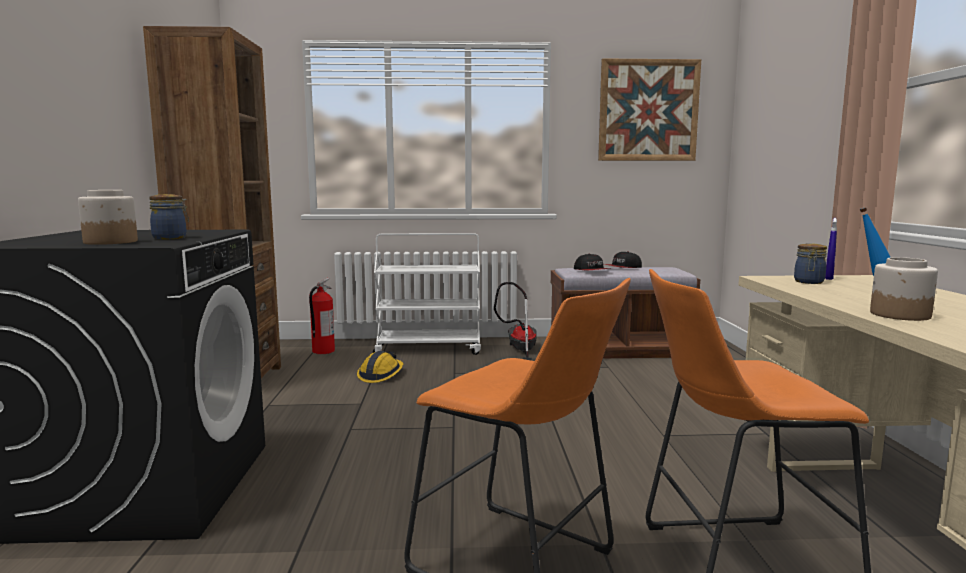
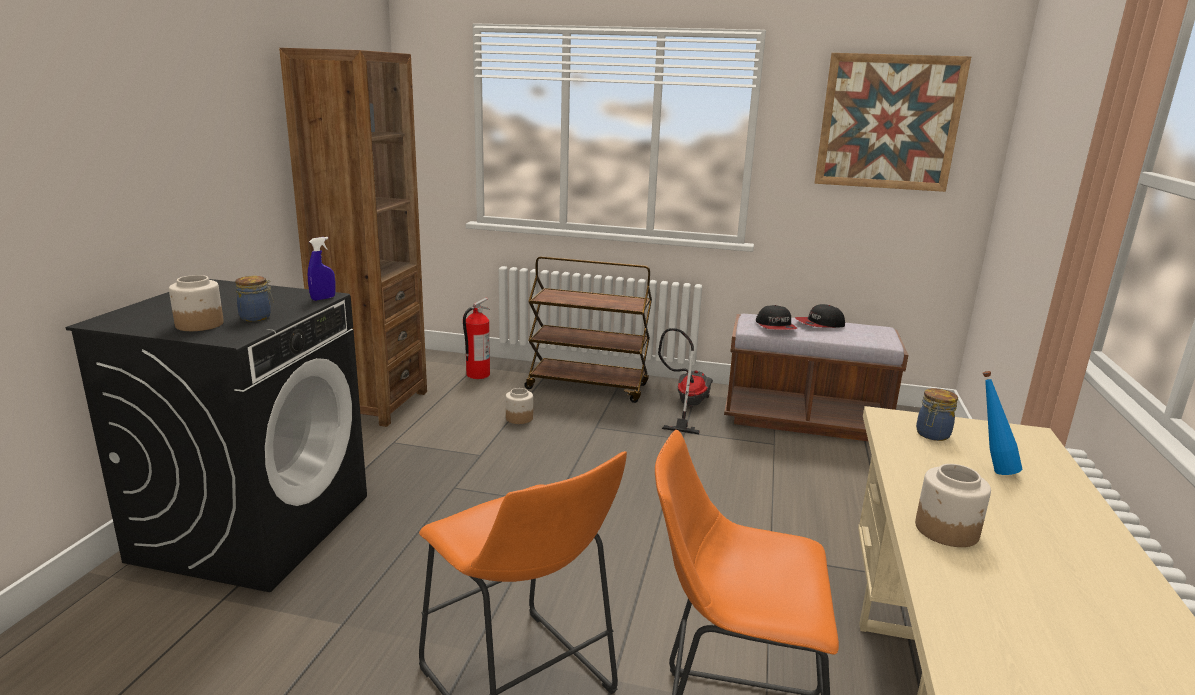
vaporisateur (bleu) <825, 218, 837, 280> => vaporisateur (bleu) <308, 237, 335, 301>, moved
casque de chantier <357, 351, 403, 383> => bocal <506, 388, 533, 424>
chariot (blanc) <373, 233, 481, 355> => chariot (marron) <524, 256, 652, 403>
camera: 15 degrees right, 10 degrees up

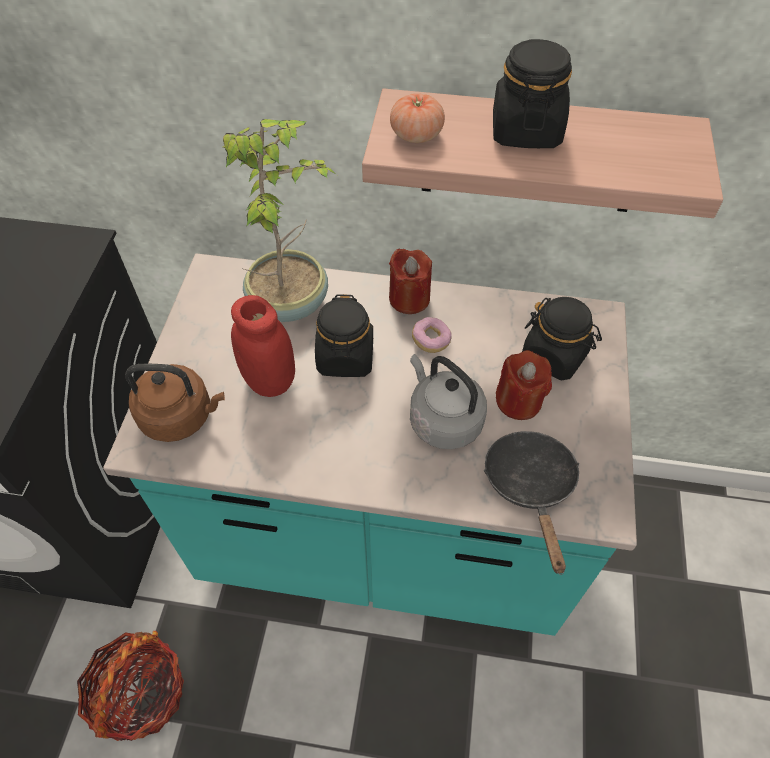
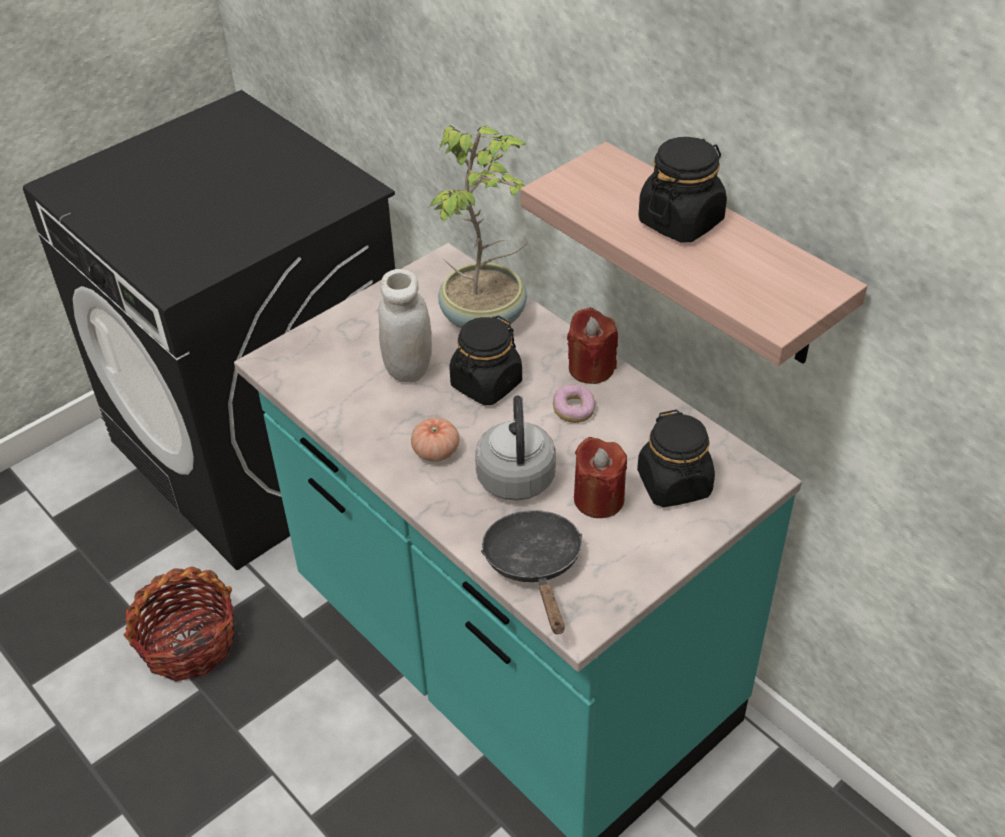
bocal (rouge) <231, 295, 295, 397> => bocal (blanc) <378, 269, 432, 382>
tomate <390, 93, 445, 143> => tomate <411, 418, 459, 462>, moved
poêle (noir) <484, 431, 579, 575> => poêle (noir) <481, 510, 583, 634>, 45 degrees counterclockwise
bouilloire (marron) <125, 364, 225, 442> => nothing
camera: 40 degrees right, 10 degrees down

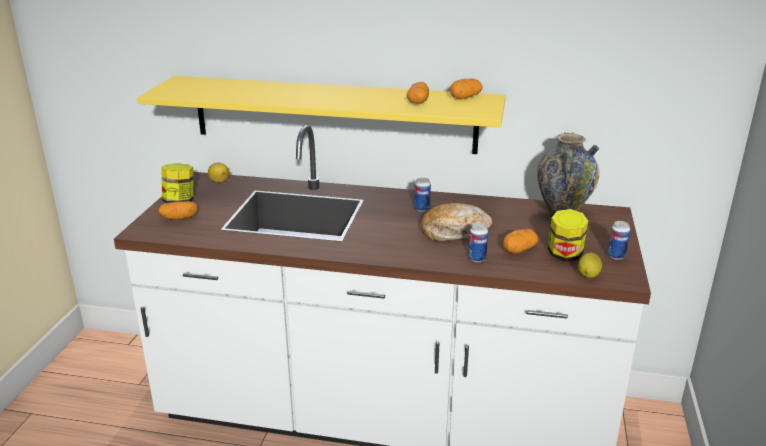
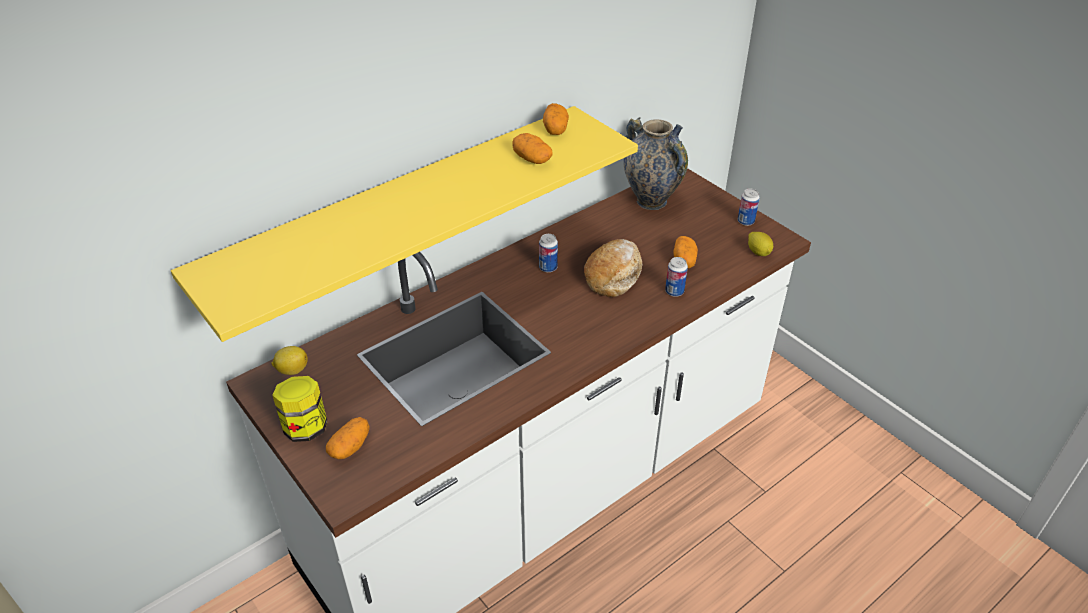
bocal <548, 209, 588, 262> => nothing
camera: 50 degrees left, 15 degrees up

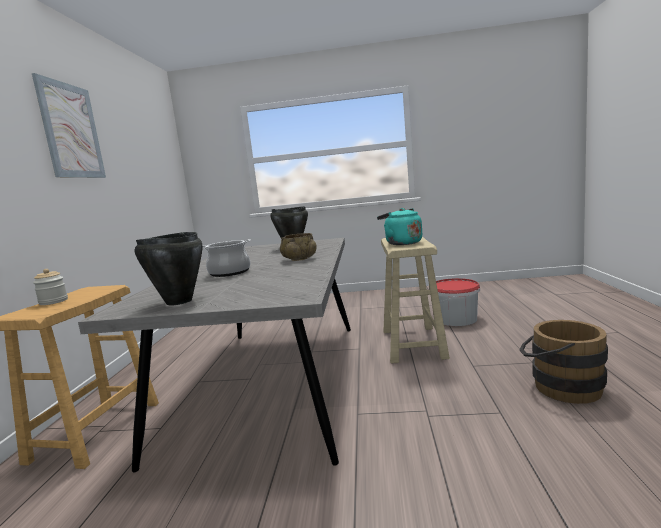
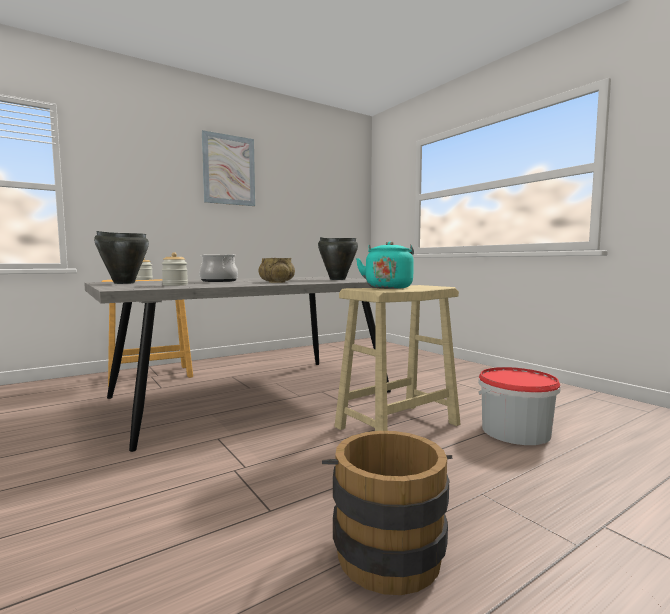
nothing => bocal <161, 252, 188, 286>
camera: 50 degrees right, 5 degrees down

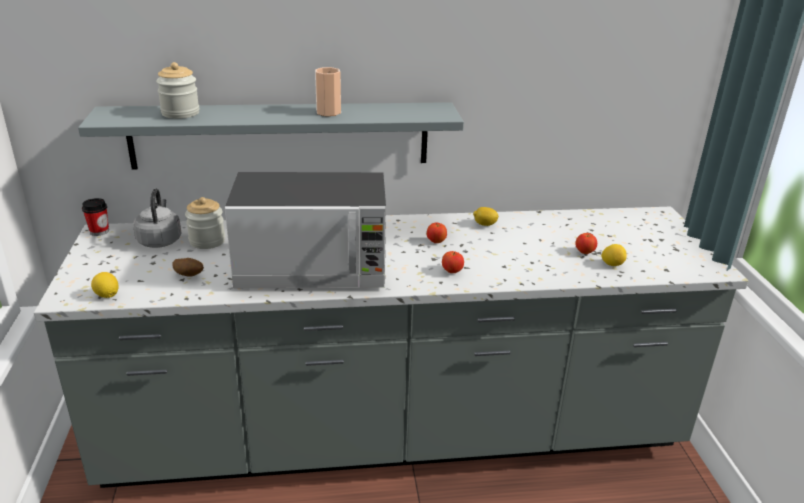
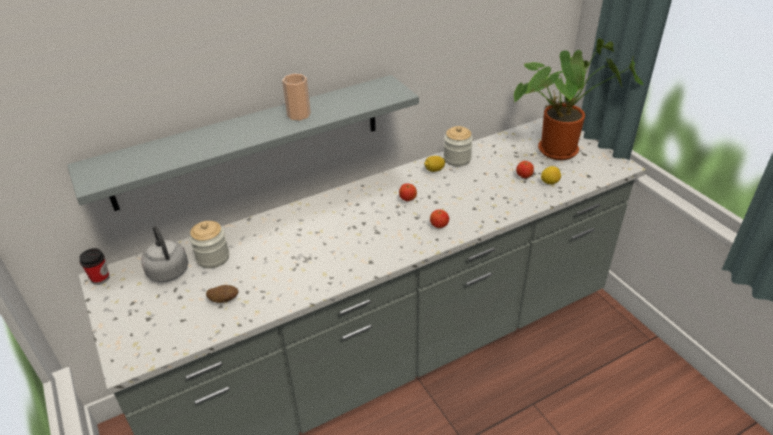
bocal <156, 62, 200, 119> => bocal <443, 126, 473, 166>, moved
nothing => plante en pot <514, 39, 643, 160>
citron <91, 272, 119, 298> => nothing
micro-ondes <225, 172, 386, 288> => nothing
camera: 20 degrees left, 10 degrees up

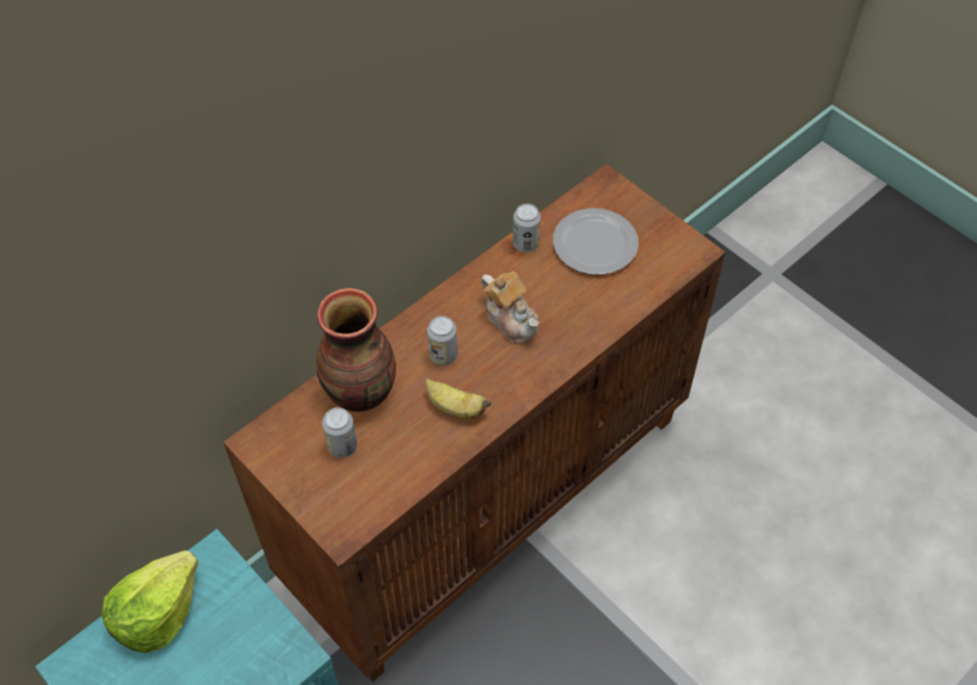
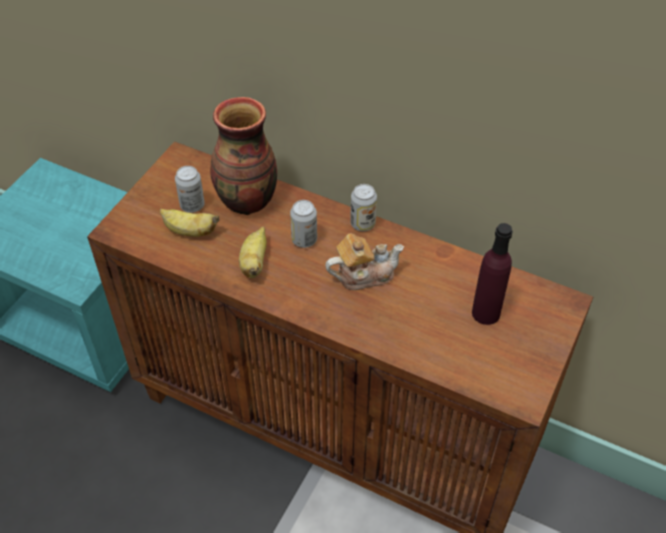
nothing => banane <160, 208, 219, 237>
théière <481, 272, 539, 344> => théière <325, 233, 404, 290>, 135 degrees counterclockwise
boîte métallique <513, 204, 541, 253> => boîte métallique <350, 184, 377, 231>, moved
assiette <553, 208, 638, 275> => bouteille (violet) <472, 223, 513, 325>
laitue <101, 550, 199, 653> => nothing
camera: 70 degrees right, 5 degrees down

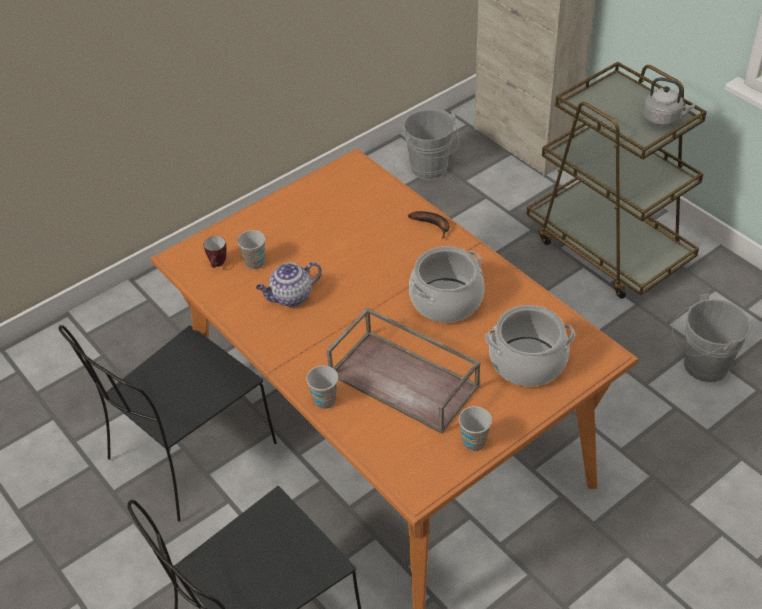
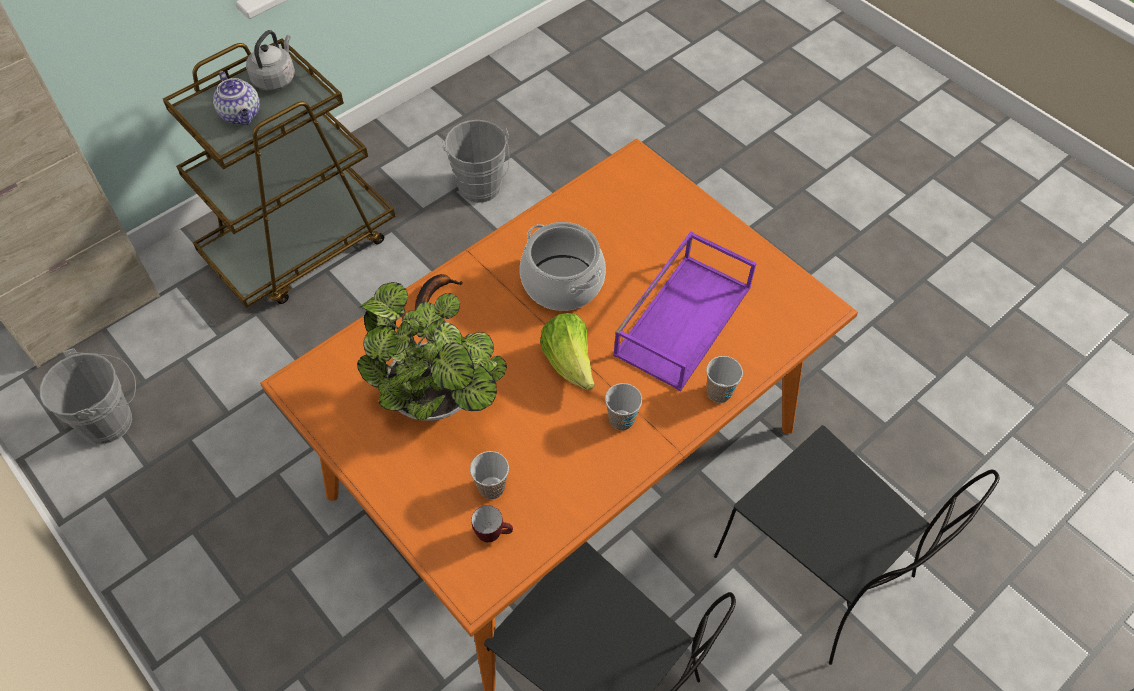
théière <256, 262, 322, 307> => théière <213, 71, 260, 125>, moved
nothing => plante en pot <357, 282, 507, 421>
nothing => laitue <540, 313, 595, 390>
tasse <458, 406, 492, 451> => tasse <605, 383, 642, 431>, moved
plateau (marron) <327, 307, 481, 434> => plateau (violet) <613, 231, 757, 392>
marmite <485, 305, 575, 387> => nothing
camera: 95 degrees left, 10 degrees up

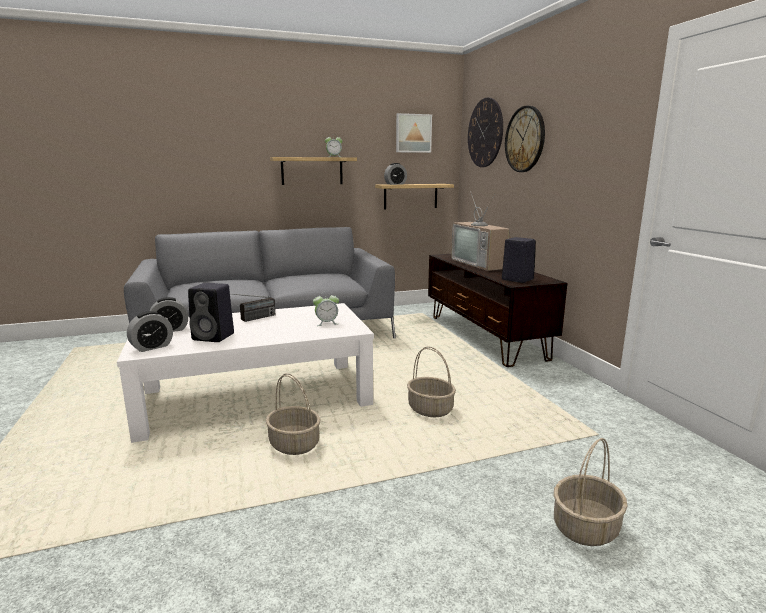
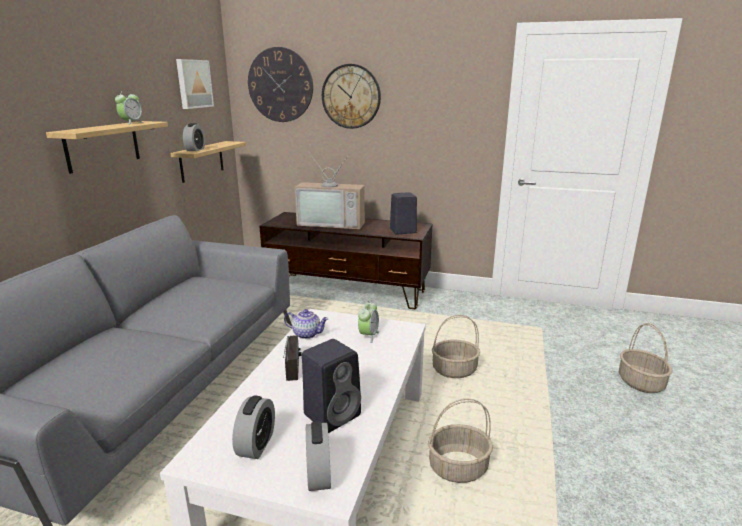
nothing => théière <284, 309, 328, 339>
camera: 55 degrees left, 5 degrees up

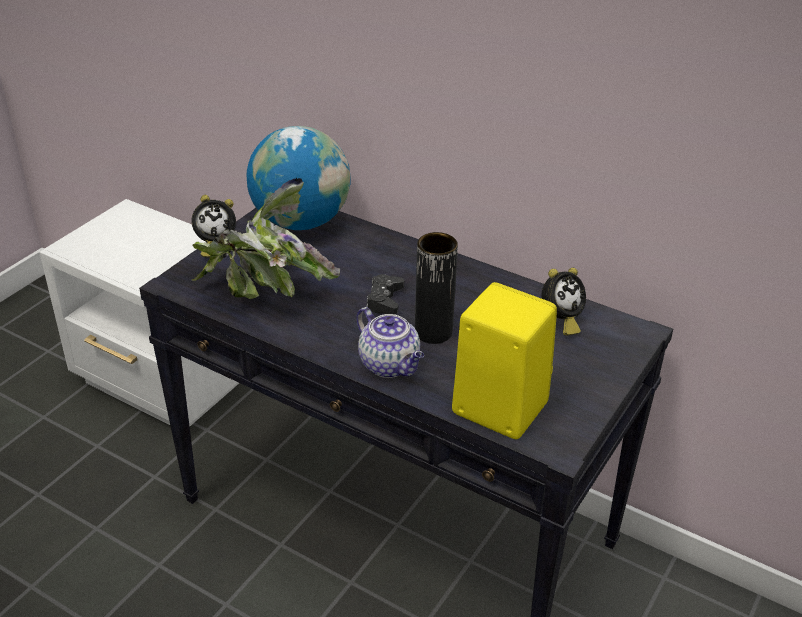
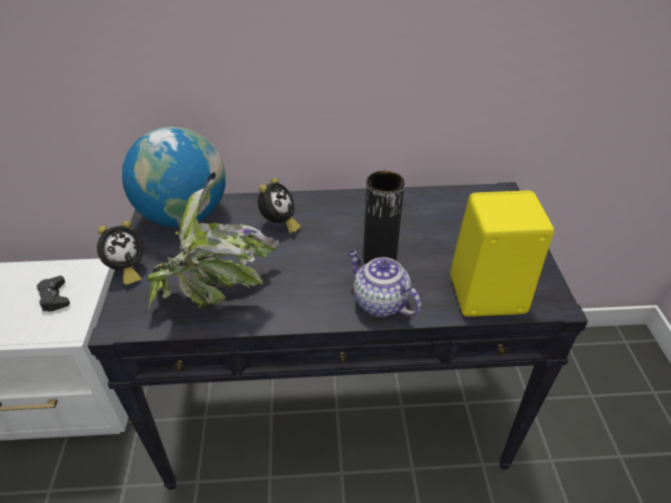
manette (noir) <366, 274, 404, 314> => manette (noir) <37, 276, 70, 312>, moved
réveil <541, 268, 586, 336> => réveil <258, 178, 301, 234>, moved
théière <357, 307, 424, 378> => théière <348, 250, 421, 317>, 150 degrees counterclockwise
camera: 35 degrees left, 5 degrees up

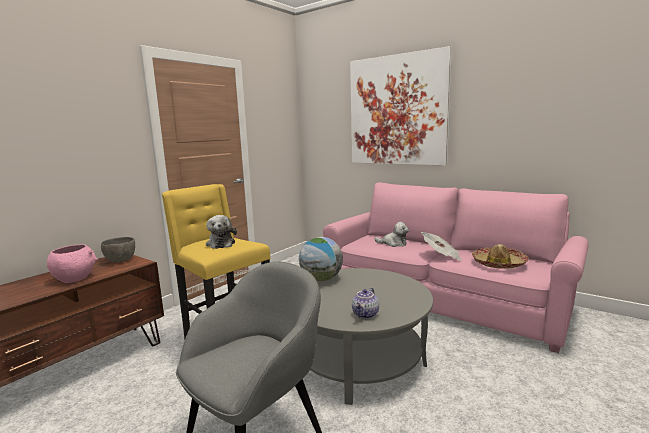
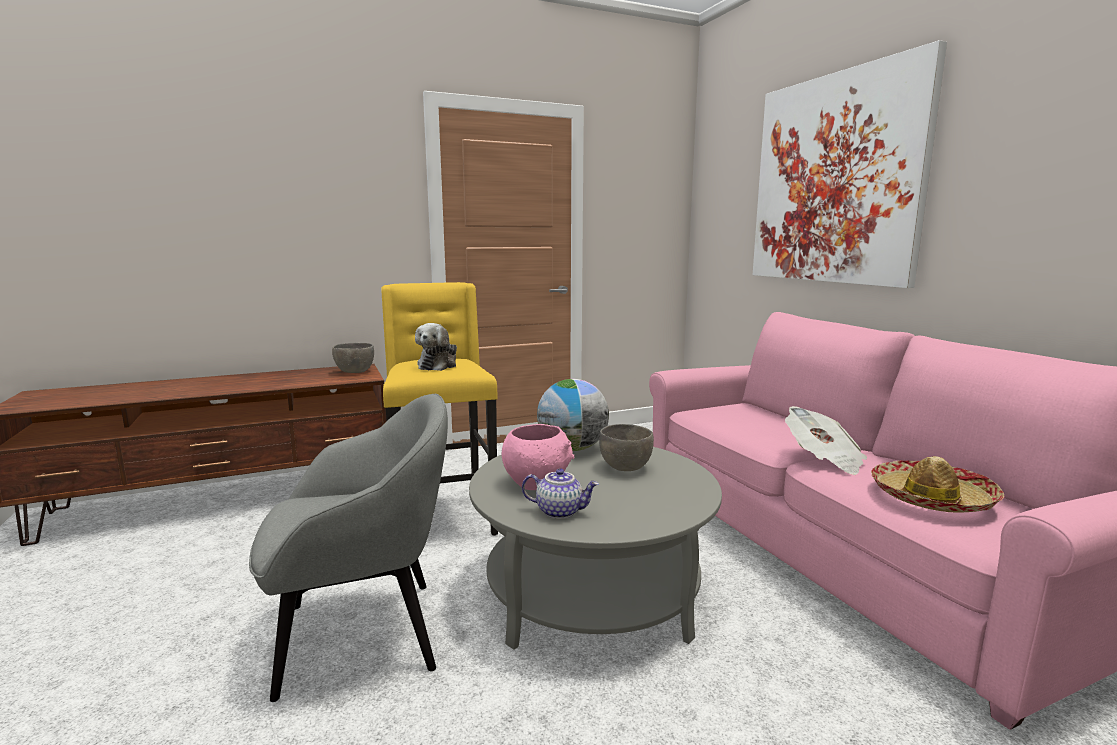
bol (rose) <47, 244, 97, 283> => bol (rose) <502, 424, 574, 490>, moved
théière <352, 288, 379, 319> => théière <522, 468, 599, 519>, 135 degrees counterclockwise
nothing => bol (gris) <599, 424, 654, 471>
peluche <374, 222, 409, 247> => nothing
camera: 30 degrees right, 0 degrees up

